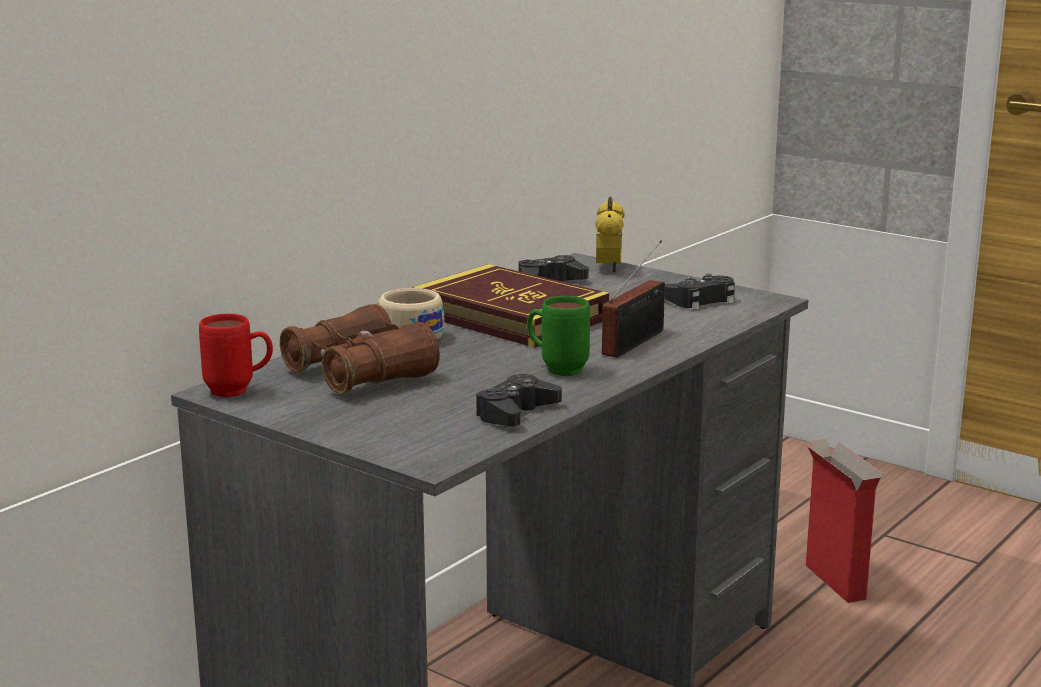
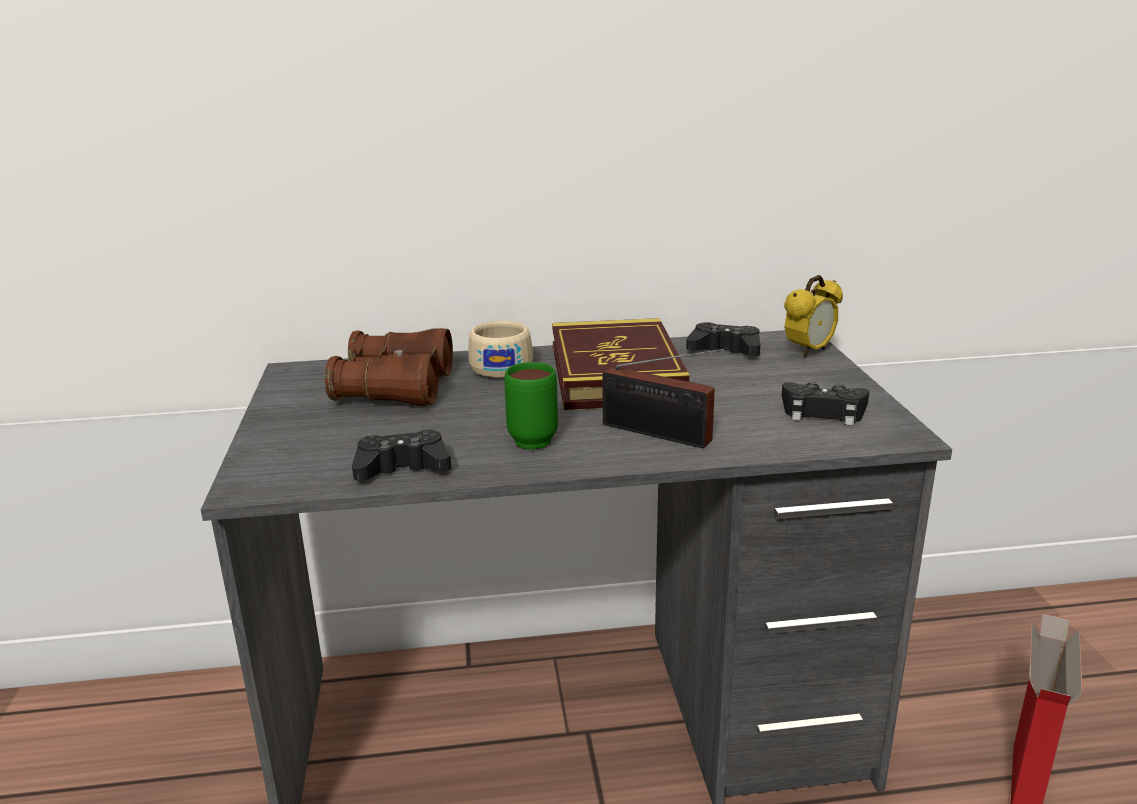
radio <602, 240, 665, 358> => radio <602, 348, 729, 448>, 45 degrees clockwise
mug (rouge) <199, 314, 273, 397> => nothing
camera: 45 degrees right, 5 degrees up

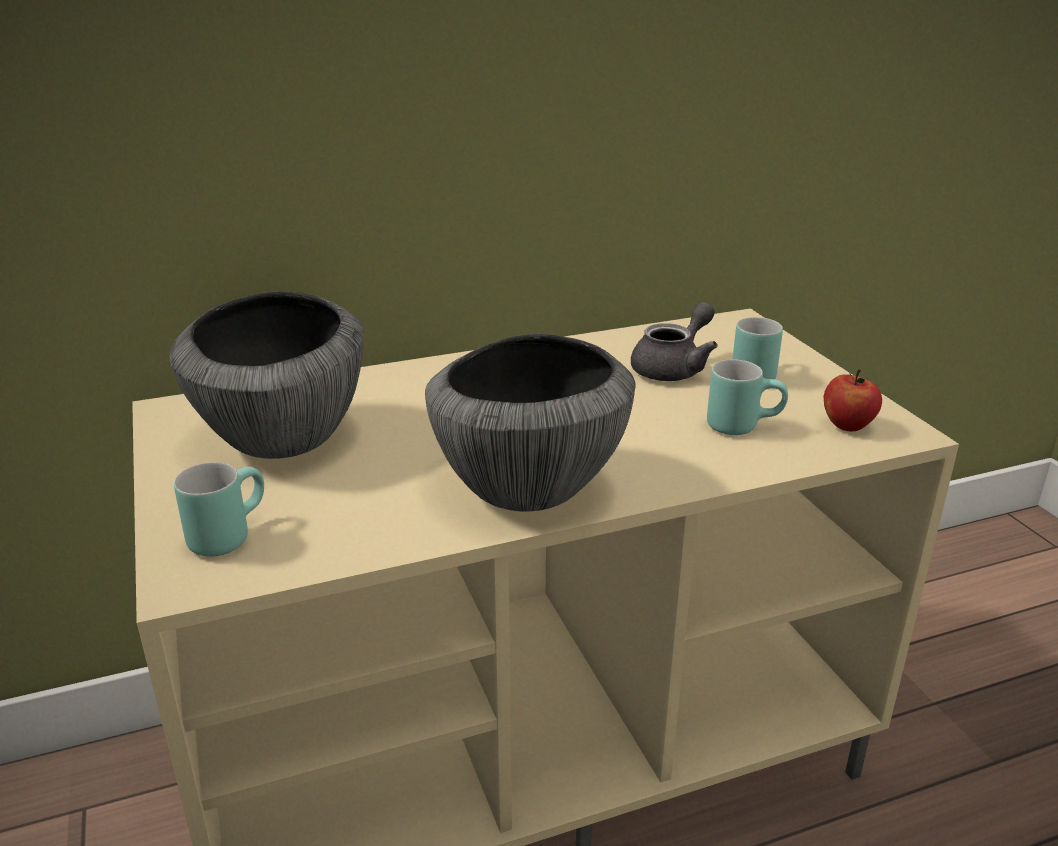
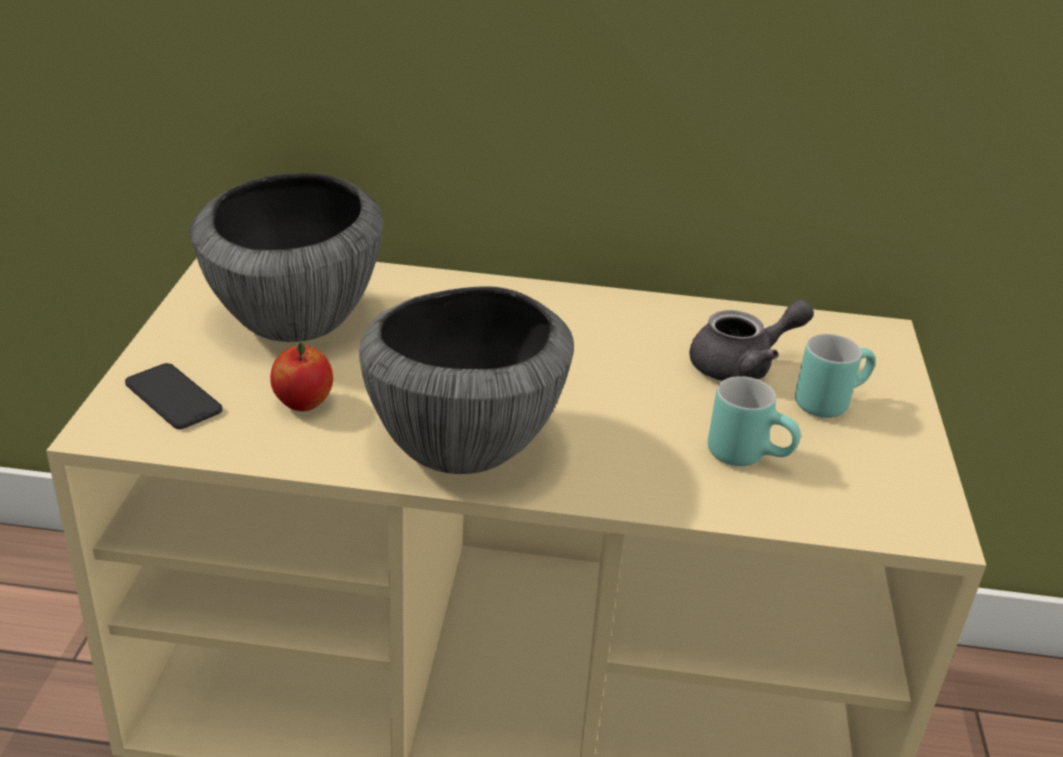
mug (turquoise) <174, 462, 264, 557> => téléphone <125, 363, 222, 429>
pomme <823, 369, 882, 431> => pomme <270, 342, 333, 411>, moved
camera: 25 degrees right, 5 degrees up

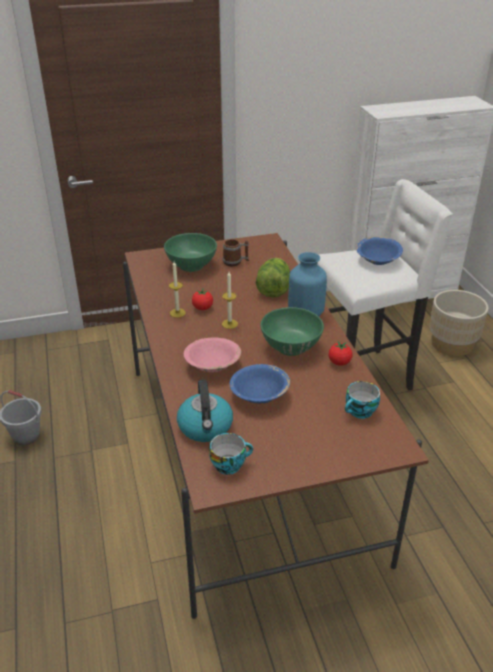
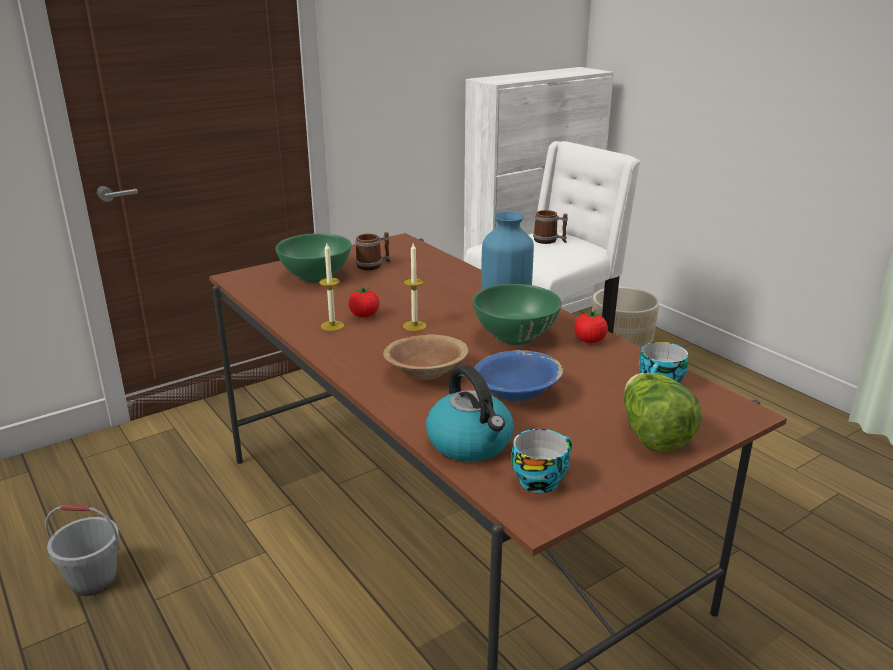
bol (rose) <184, 337, 241, 372> => bol (marron) <383, 335, 468, 380>
bol (bleu) <356, 236, 403, 265> => mug <533, 210, 568, 244>
laitue <256, 258, 290, 297> => laitue <624, 373, 702, 452>, moved
camera: 20 degrees left, 10 degrees down

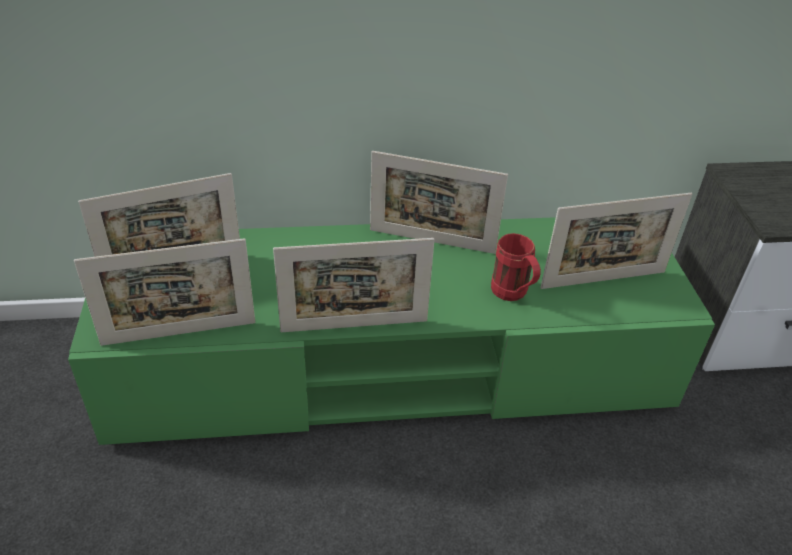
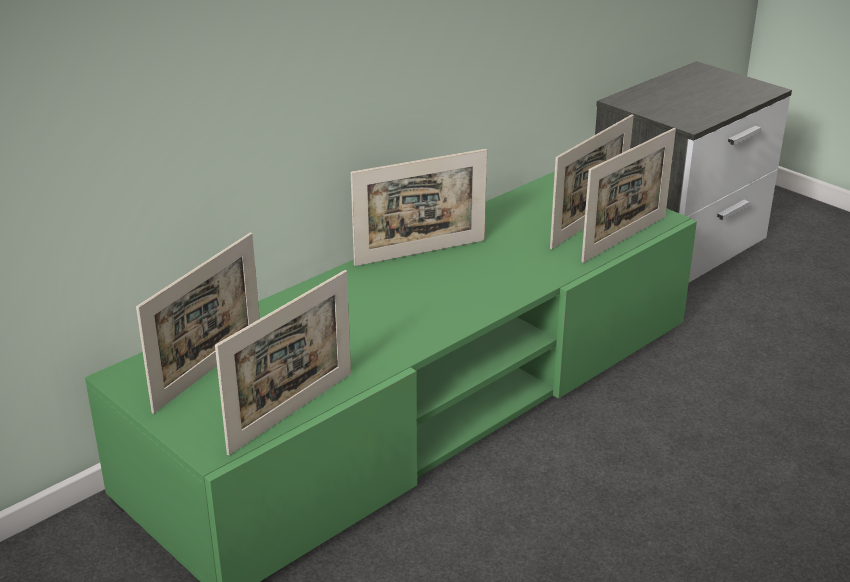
cadre photo <273, 238, 435, 332> => cadre photo <581, 128, 676, 263>, moved
mug (rouge) <491, 233, 541, 301> => nothing
camera: 35 degrees left, 10 degrees down

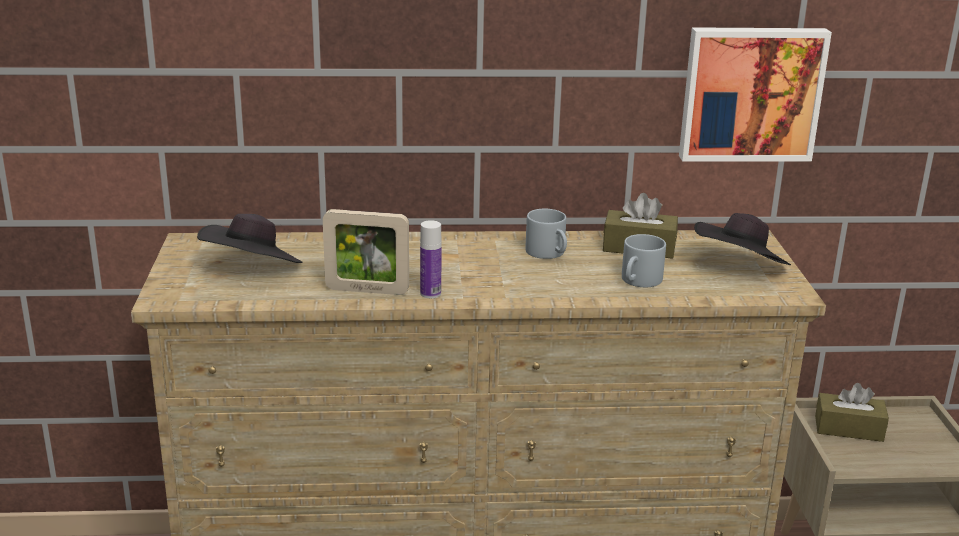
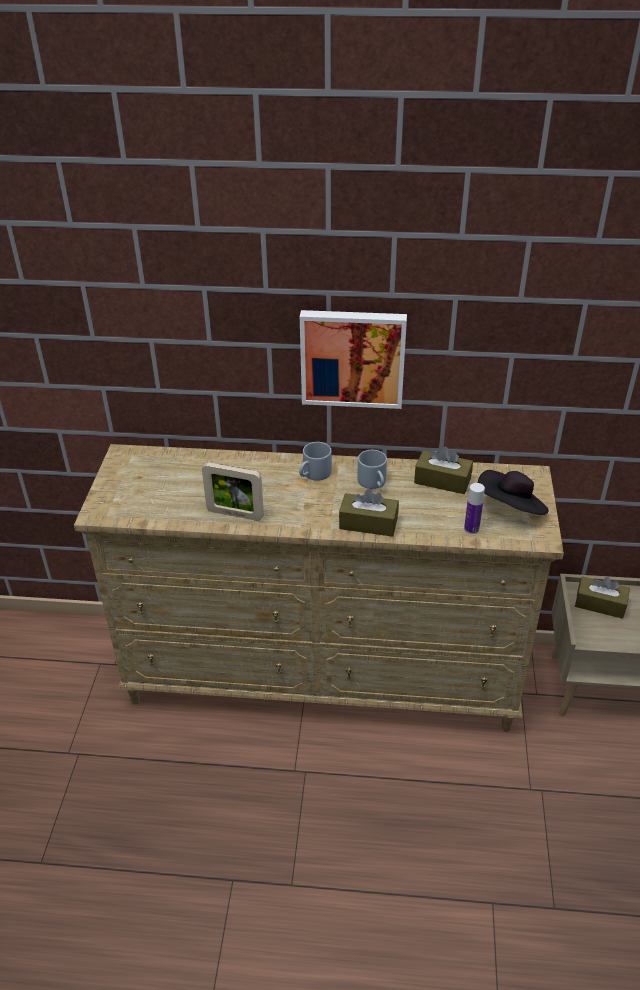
mug (gris) <622, 234, 666, 287> => mug (gris) <299, 442, 332, 481>, moved
tableau <679, 27, 832, 162> => tableau <300, 310, 407, 409>, moved
nothing => boîte à mouchoirs (marron) <339, 489, 399, 537>
bouteille <420, 220, 442, 298> => bouteille <464, 483, 485, 534>, moved
chapeau (noir) <197, 214, 302, 263> => nothing
camera: 10 degrees right, 15 degrees up

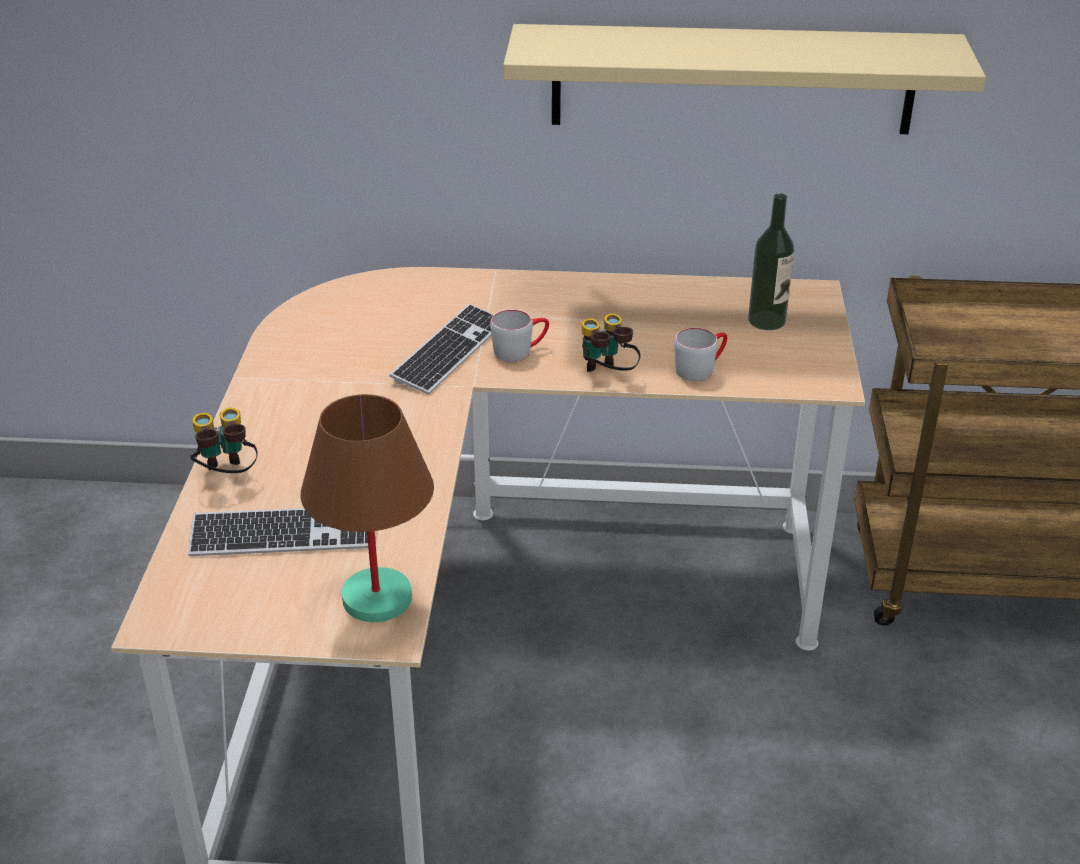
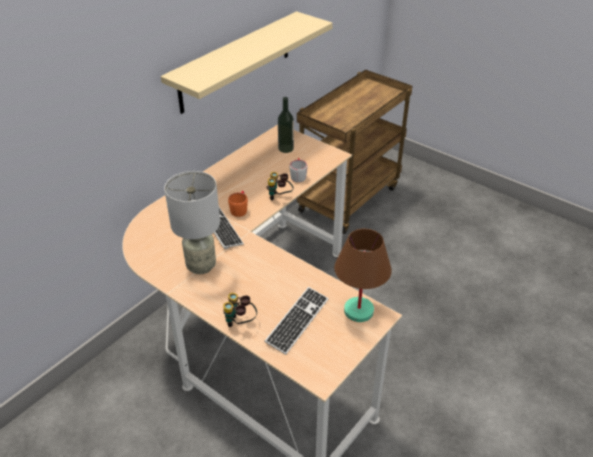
nothing => lampe de table (gris) <164, 171, 220, 274>
mug (gris) <490, 309, 549, 362> => mug (orange) <228, 191, 248, 217>
camera: 55 degrees left, 5 degrees up

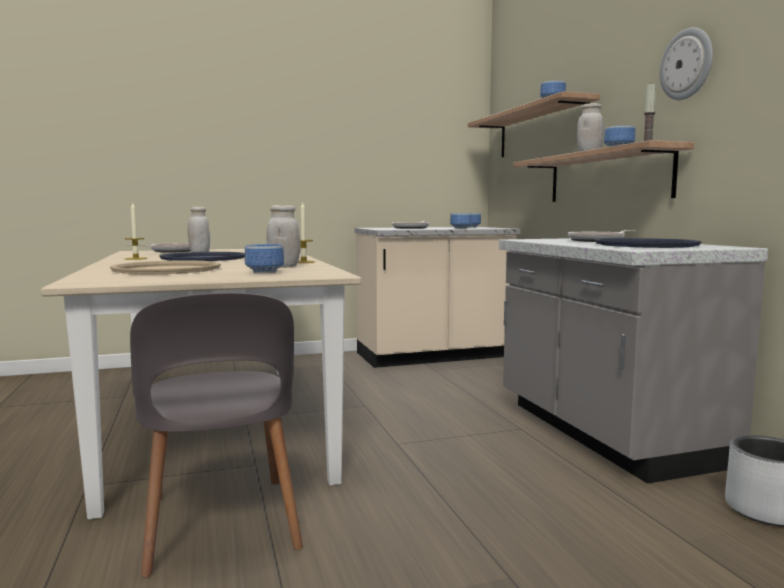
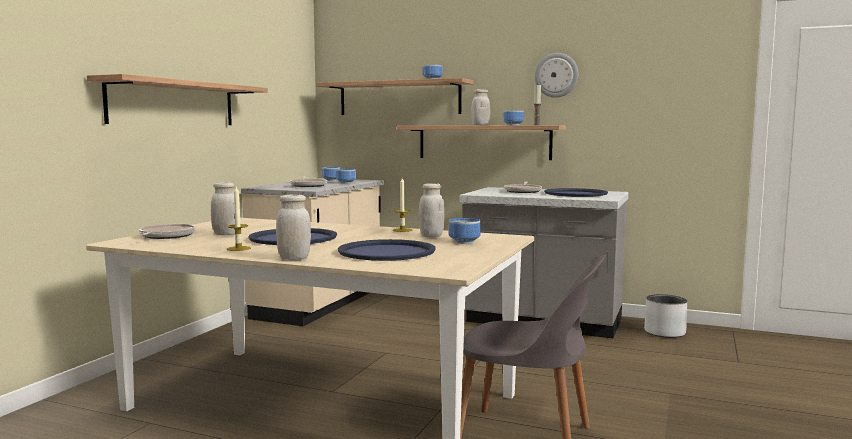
nothing => étagère <87, 74, 268, 125>
nothing => bocal (blanc) <276, 195, 311, 260>
plateau (beige) <110, 260, 221, 274> => plateau (bleu) <338, 239, 436, 261>
camera: 50 degrees left, 0 degrees up

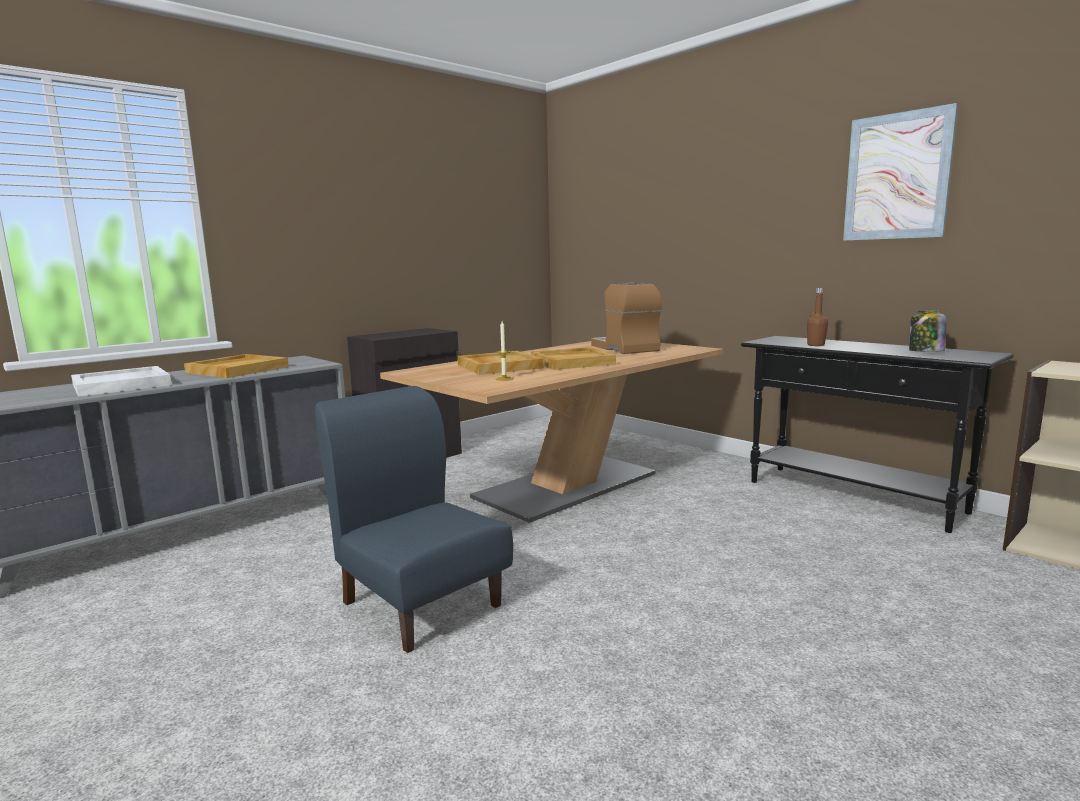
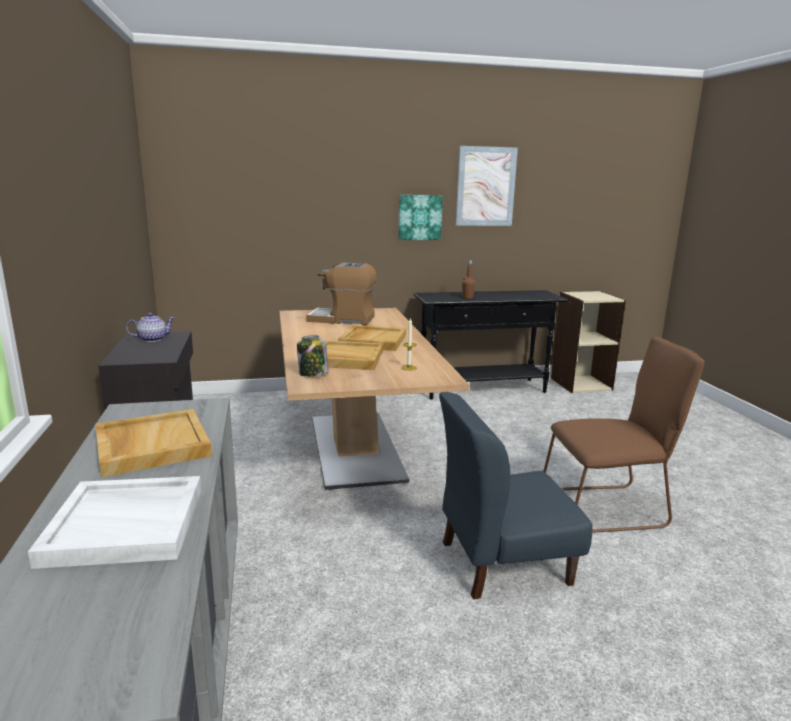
nothing => théière <126, 313, 174, 342>
bocal <909, 310, 946, 351> => bocal <297, 335, 328, 377>, moved
nothing => tableau <398, 195, 443, 240>
nothing => chaise (marron) <543, 337, 704, 533>
camera: 60 degrees left, 5 degrees up

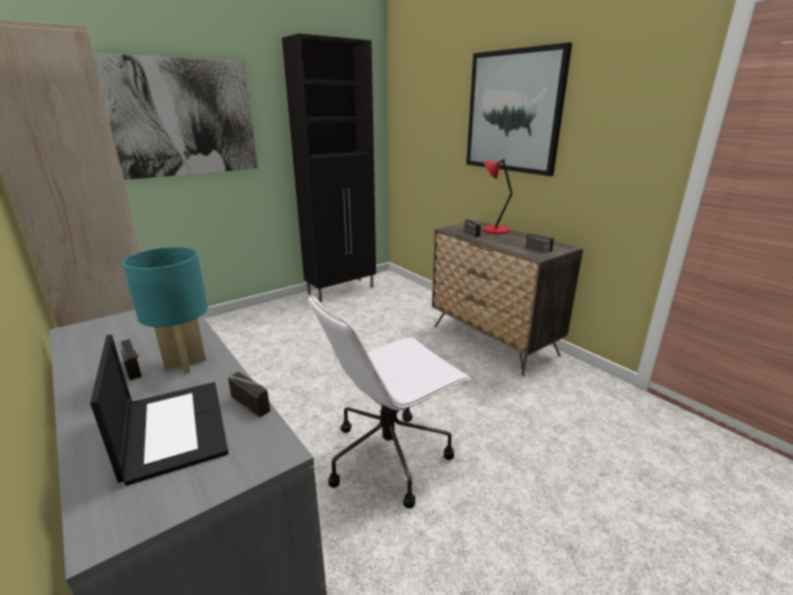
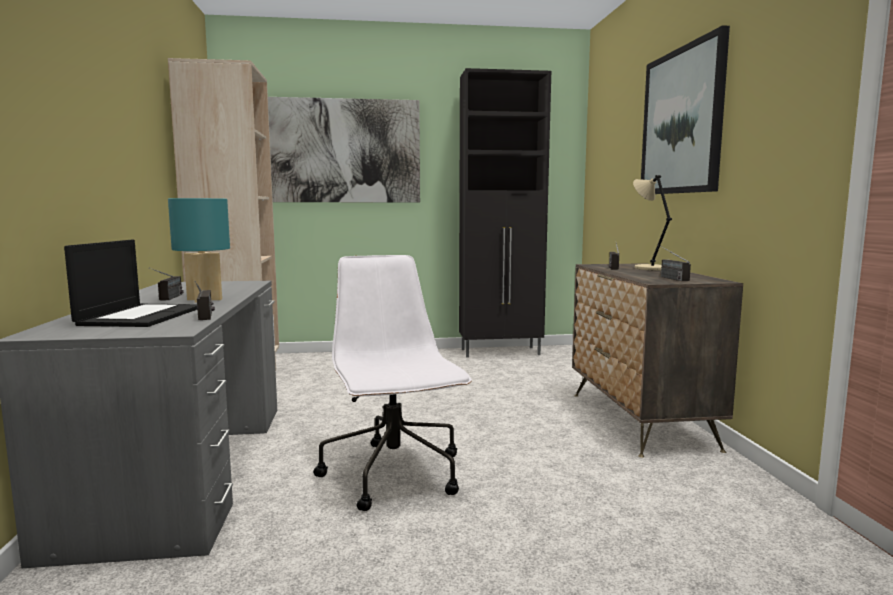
chaise de bureau (blanc) <308, 294, 472, 509> => chaise de bureau (blanc) <313, 255, 472, 511>, 75 degrees clockwise
lampe de table (rouge) <483, 159, 513, 234> => lampe de table (beige) <633, 175, 672, 270>
camera: 30 degrees right, 15 degrees down

